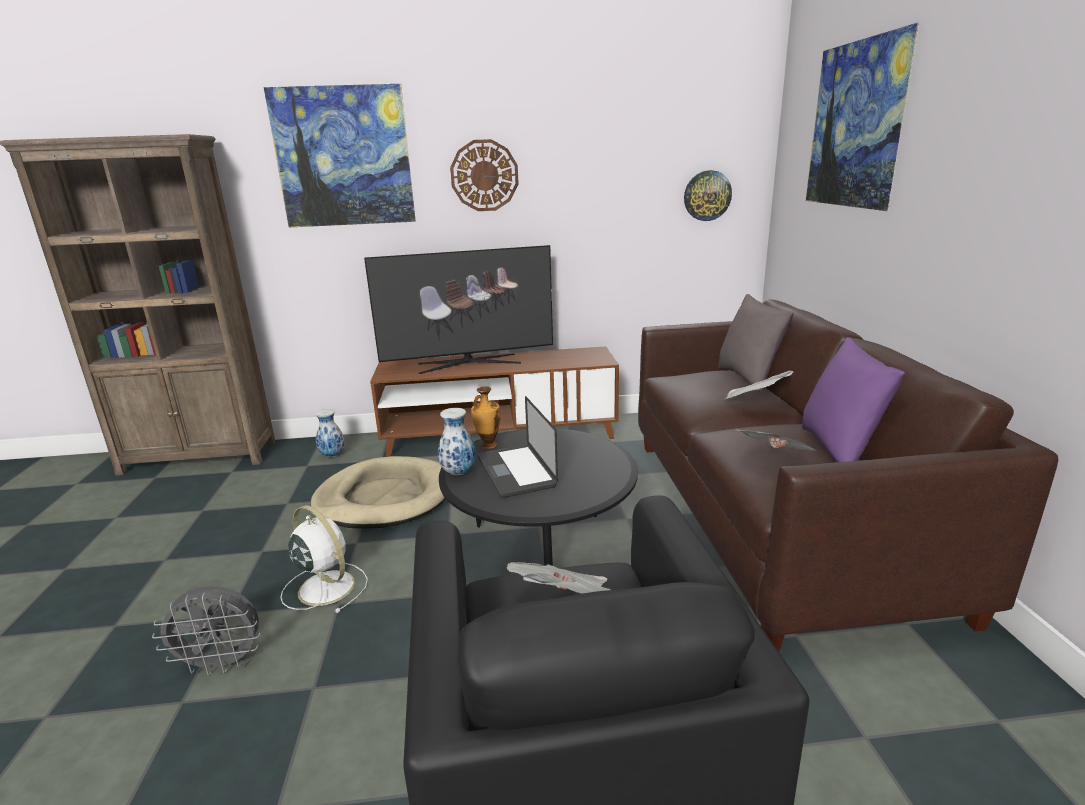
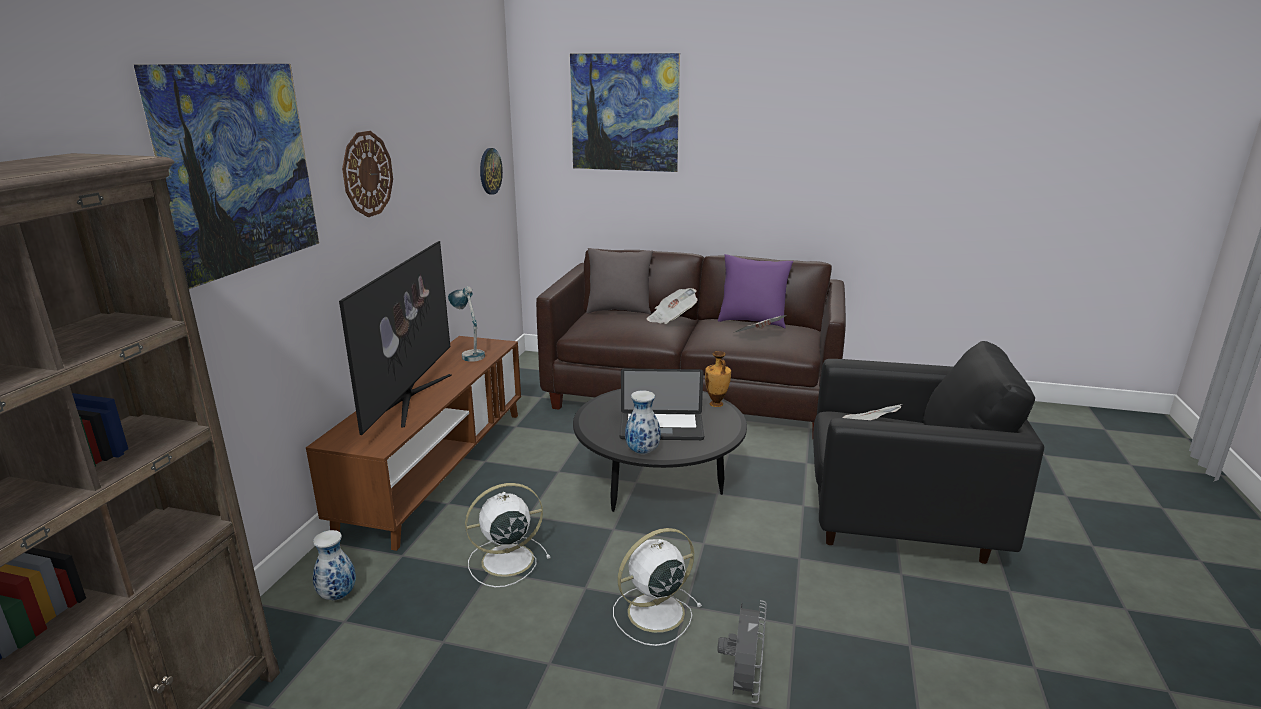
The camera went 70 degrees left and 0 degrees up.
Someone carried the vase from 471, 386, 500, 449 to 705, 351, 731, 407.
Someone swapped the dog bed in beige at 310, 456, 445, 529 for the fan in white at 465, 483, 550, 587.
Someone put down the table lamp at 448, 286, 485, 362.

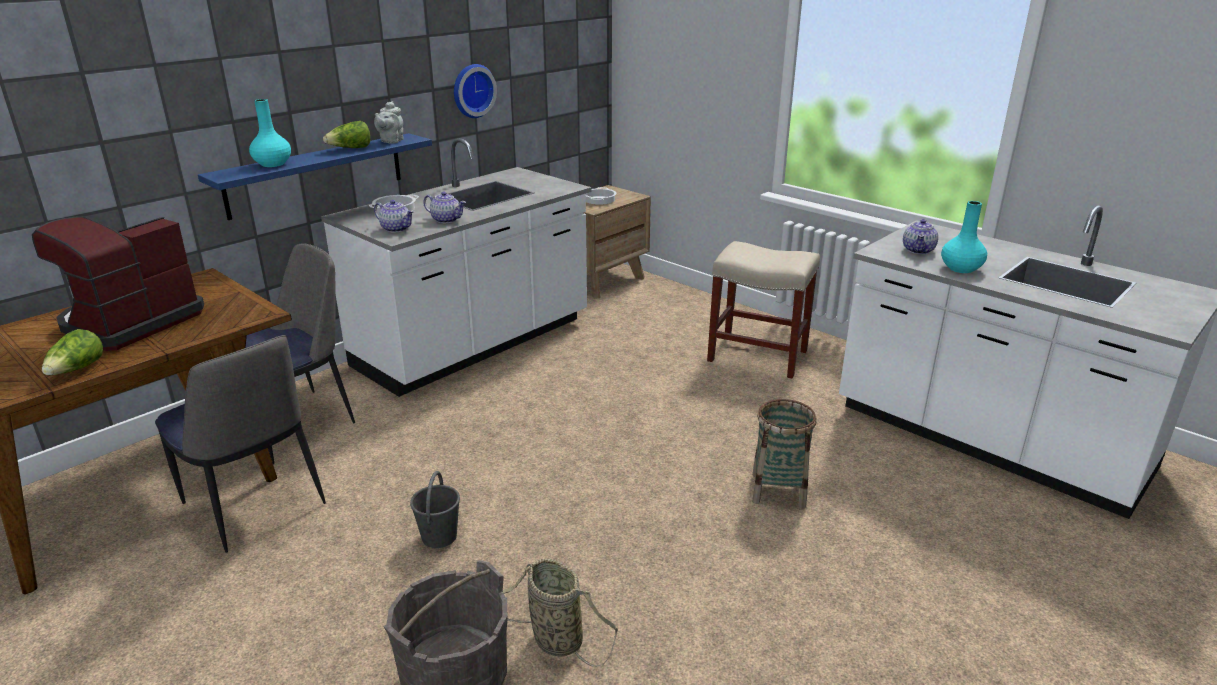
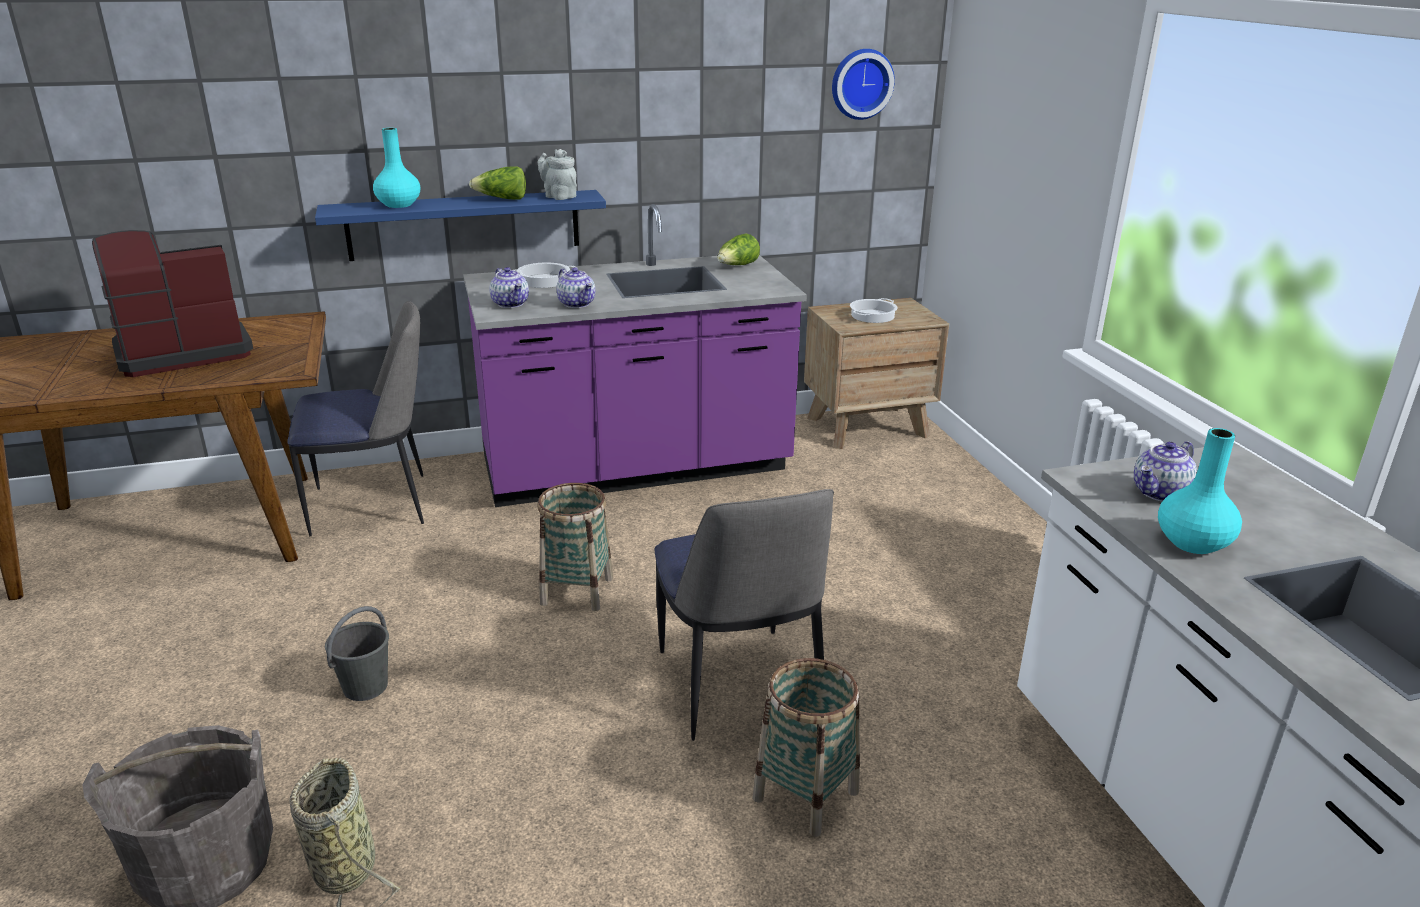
The camera went 30 degrees right and 0 degrees up.
Someone carried the wall clock from 454, 64, 497, 118 to 832, 49, 895, 120.
Someone rotated the teapot in grey at 374, 101, 404, 144 by 90 degrees clockwise.
Someone repainted the counter in white at 321, 138, 592, 397, which became the counter in purple at 463, 204, 807, 507.
Someone took away the stool in beige at 707, 241, 820, 379.
Someone carried the lettuce from 42, 329, 103, 375 to 717, 233, 760, 265.
Someone carried the chair from 155, 335, 326, 553 to 654, 489, 834, 741.
Someone put down the basket at 537, 483, 613, 611.

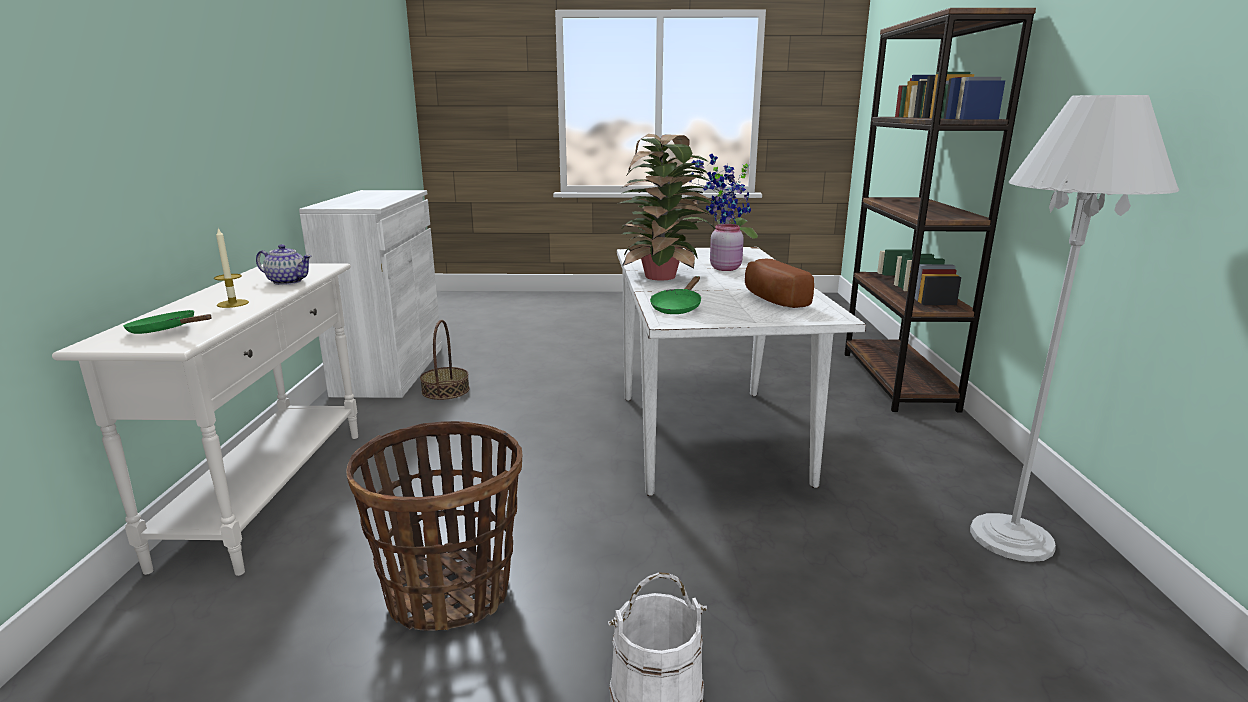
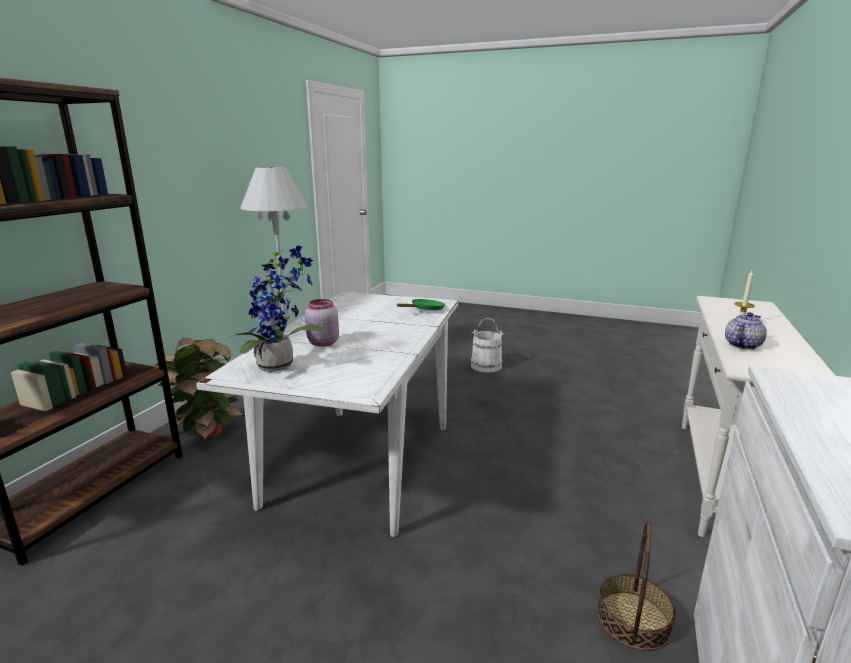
The camera went 160 degrees left and 0 degrees up.
Someone carried the potted plant from 617, 134, 714, 281 to 154, 338, 245, 440.
Someone rotated the teapot at 256, 244, 312, 285 by 105 degrees clockwise.
Someone took away the bread at 745, 259, 814, 308.
Someone took away the frying pan in green at 123, 310, 211, 334.
Someone took away the basket at 346, 421, 522, 631.

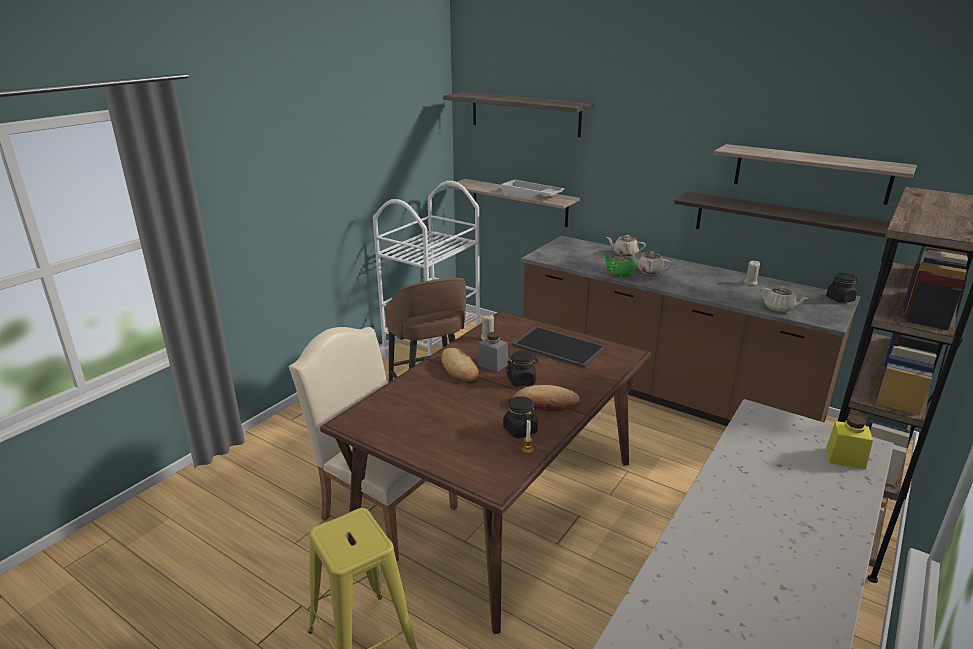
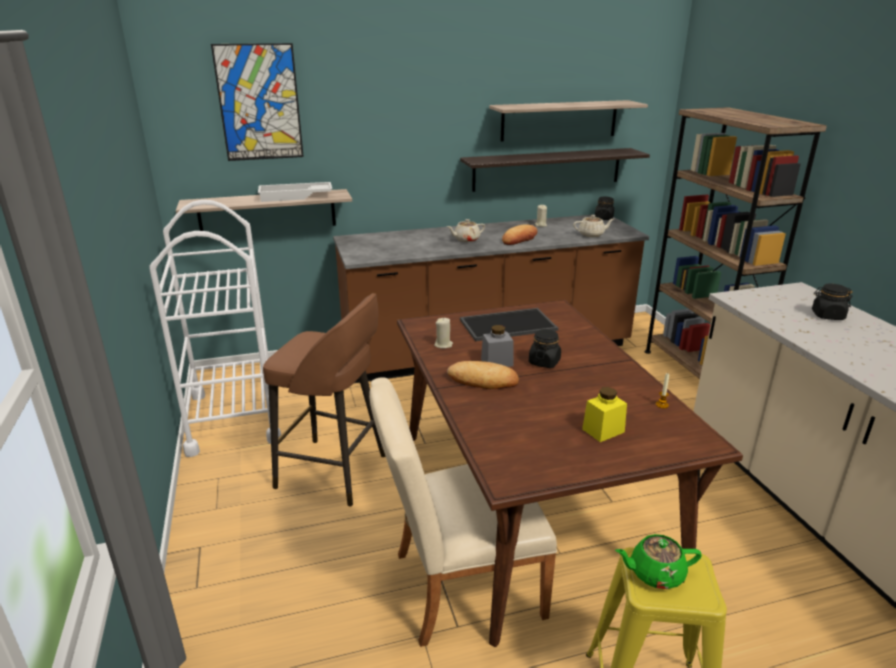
The camera went 50 degrees left and 0 degrees up.
Someone swapped the shelf at 443, 92, 594, 137 for the picture at 211, 43, 304, 161.
Someone took away the teapot in beige at 606, 235, 646, 257.
Someone carried the teapot in green from 603, 253, 638, 277 to 615, 534, 702, 589.
Someone carried the bread from 513, 385, 580, 411 to 502, 224, 537, 245.
Someone carried the jar in black from 503, 396, 538, 438 to 812, 283, 853, 320.
Someone carried the jar in yellow from 826, 415, 873, 470 to 582, 387, 627, 442.

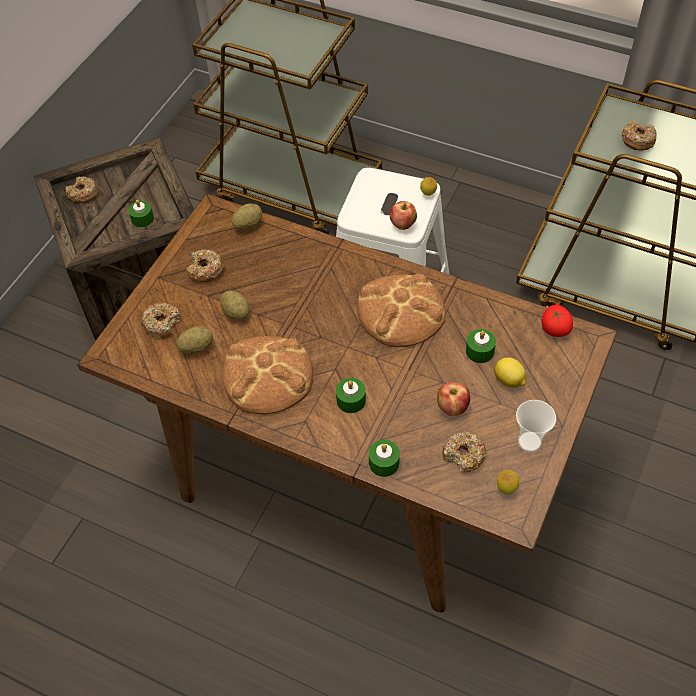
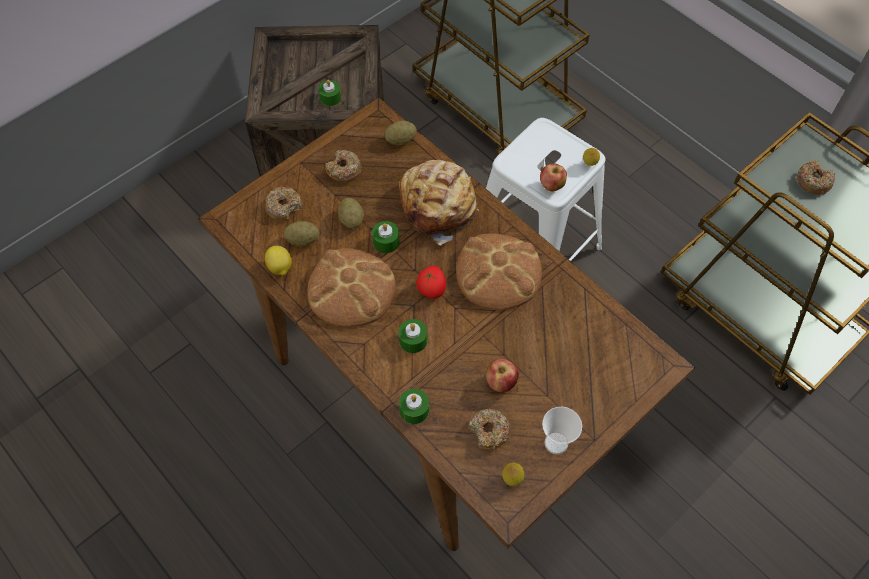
The camera went 20 degrees right and 5 degrees up.
Someone took away the donut at 65, 176, 98, 203.
Someone carried the tomato from 542, 304, 573, 337 to 416, 266, 446, 299.
Someone carried the candle in green from 466, 329, 496, 363 to 372, 221, 400, 253.
Someone carried the lemon from 494, 357, 526, 388 to 265, 246, 292, 276.
Someone put down the bread at 399, 160, 479, 245.

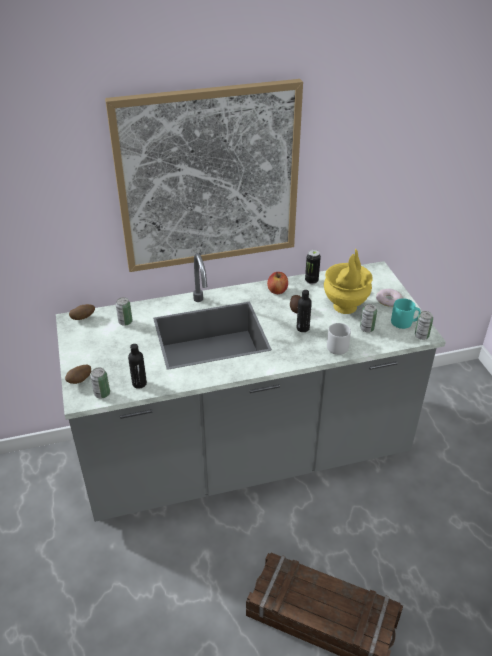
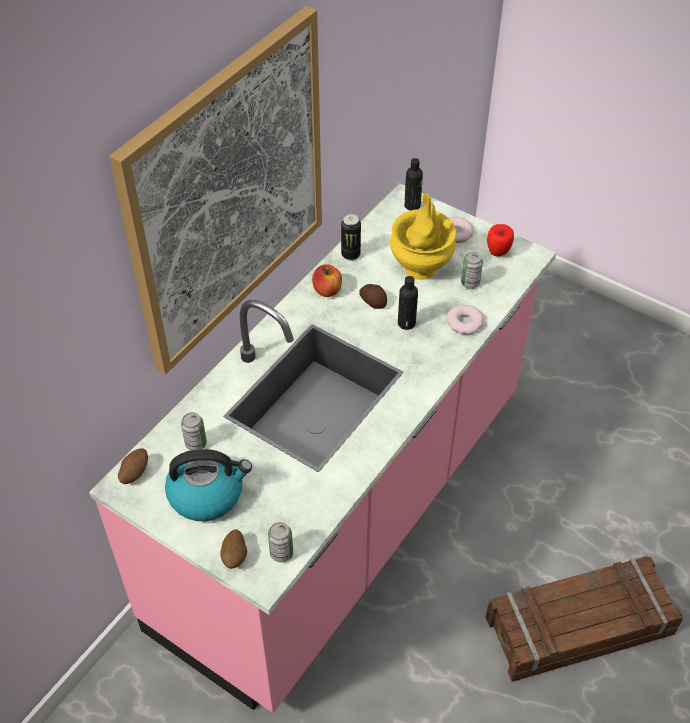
The camera went 40 degrees left and 10 degrees up.
Someone repainted the counter in grey at 56, 253, 446, 522, which became the counter in pink at 89, 183, 556, 713.
Someone swapped the mug in turquoise at 391, 298, 421, 329 for the apple at 487, 224, 514, 256.
Someone took away the can at 415, 311, 433, 340.
Someone swapped the mug in grey at 327, 323, 351, 355 for the donut at 446, 305, 484, 334.
Someone carried the bottle in black from 128, 344, 147, 389 to 404, 158, 423, 211.
Someone put down the kettle at 165, 449, 252, 521.

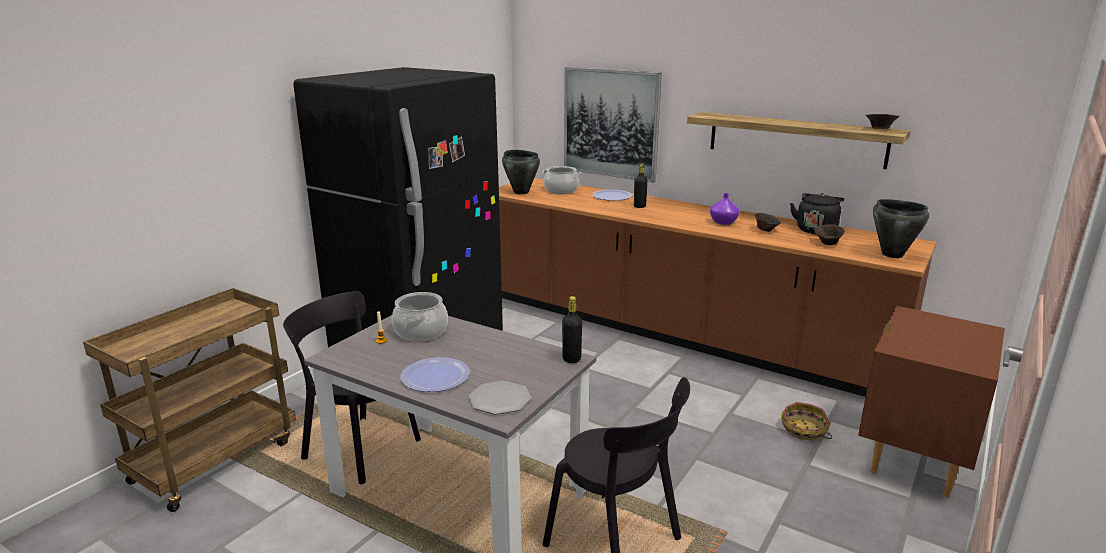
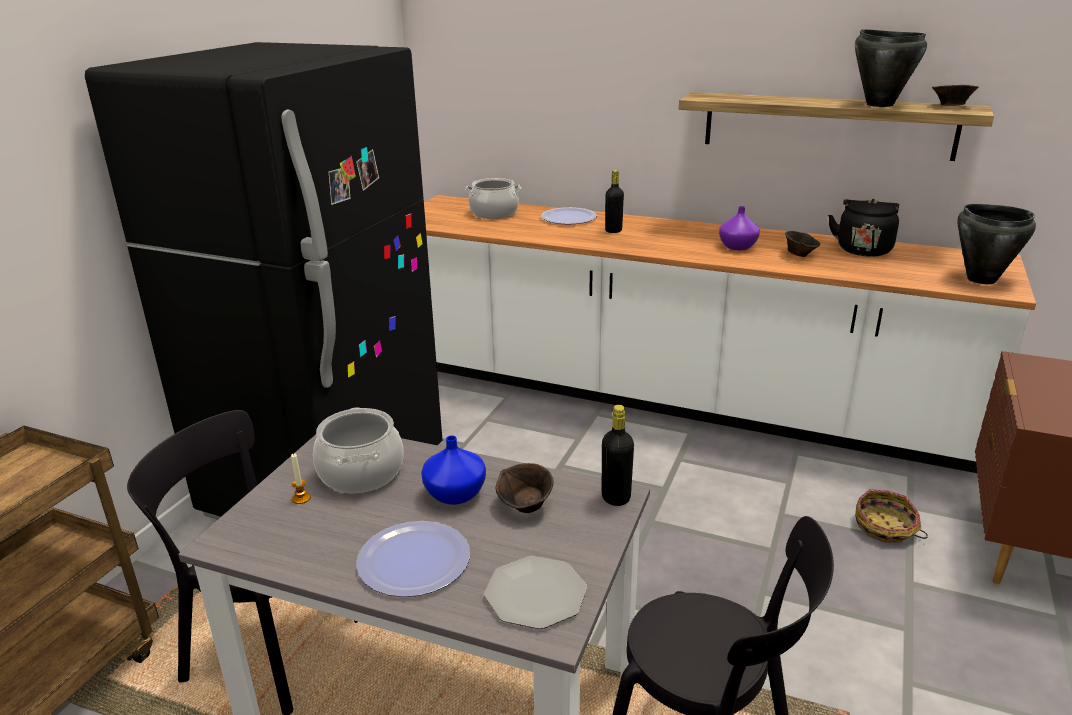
The camera went 10 degrees left and 5 degrees up.
Someone took away the picture at 564, 67, 662, 183.
Someone carried the cooking pot in black from 502, 150, 540, 194 to 855, 30, 927, 107.
Someone repainted the counter in brown at 499, 178, 937, 397, which became the counter in white at 424, 195, 1036, 473.
Someone carried the bowl in brown from 815, 224, 845, 245 to 496, 463, 554, 513.
Someone put down the vase in blue at 421, 436, 486, 505.

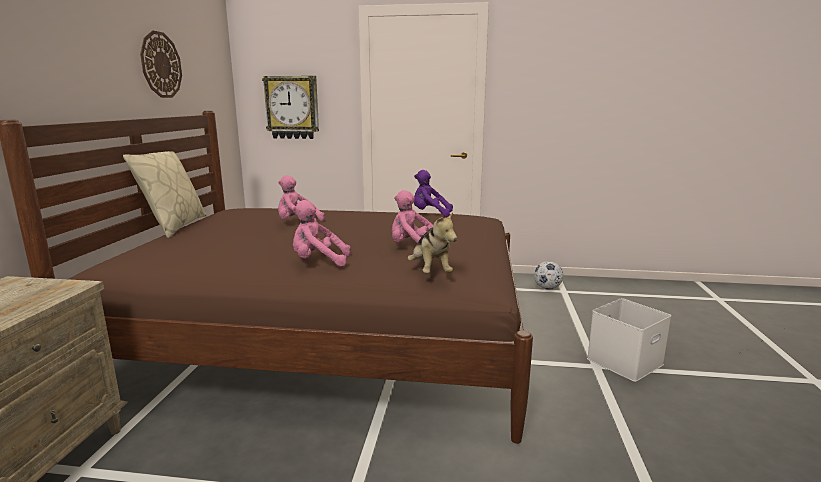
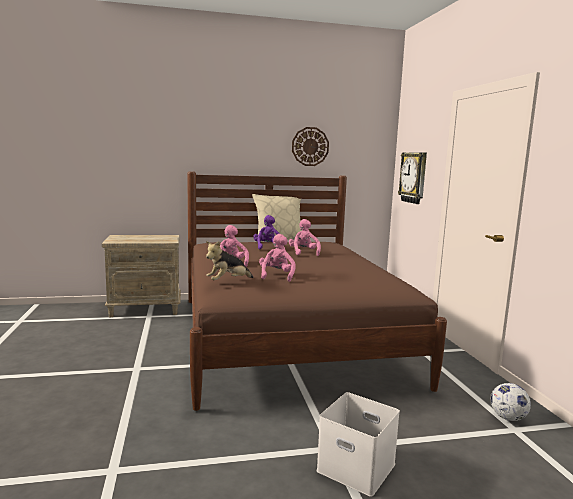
The camera went 70 degrees right and 5 degrees down.
Someone carried the plush toy in purple from 414, 170, 453, 217 to 253, 215, 280, 249.

